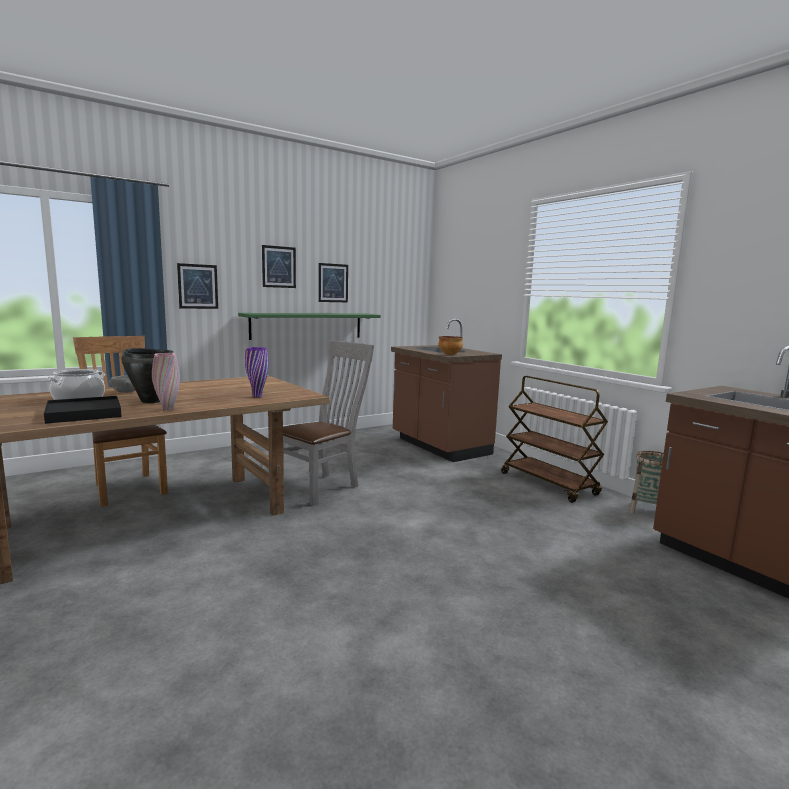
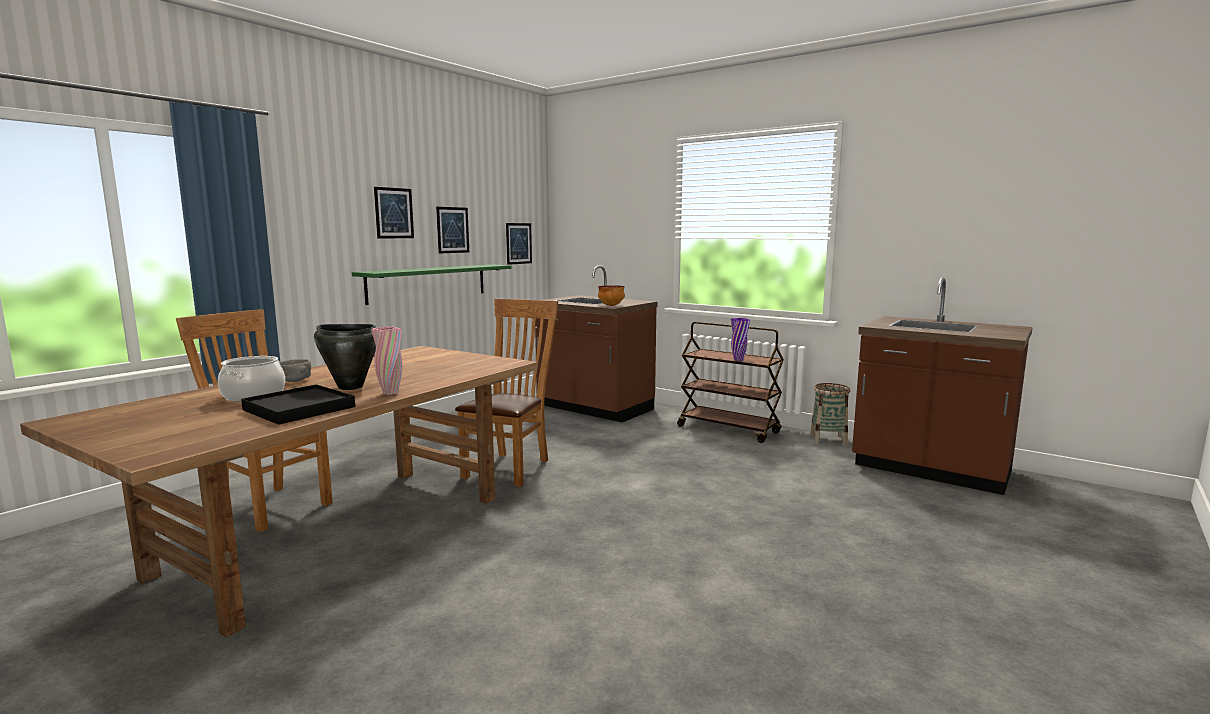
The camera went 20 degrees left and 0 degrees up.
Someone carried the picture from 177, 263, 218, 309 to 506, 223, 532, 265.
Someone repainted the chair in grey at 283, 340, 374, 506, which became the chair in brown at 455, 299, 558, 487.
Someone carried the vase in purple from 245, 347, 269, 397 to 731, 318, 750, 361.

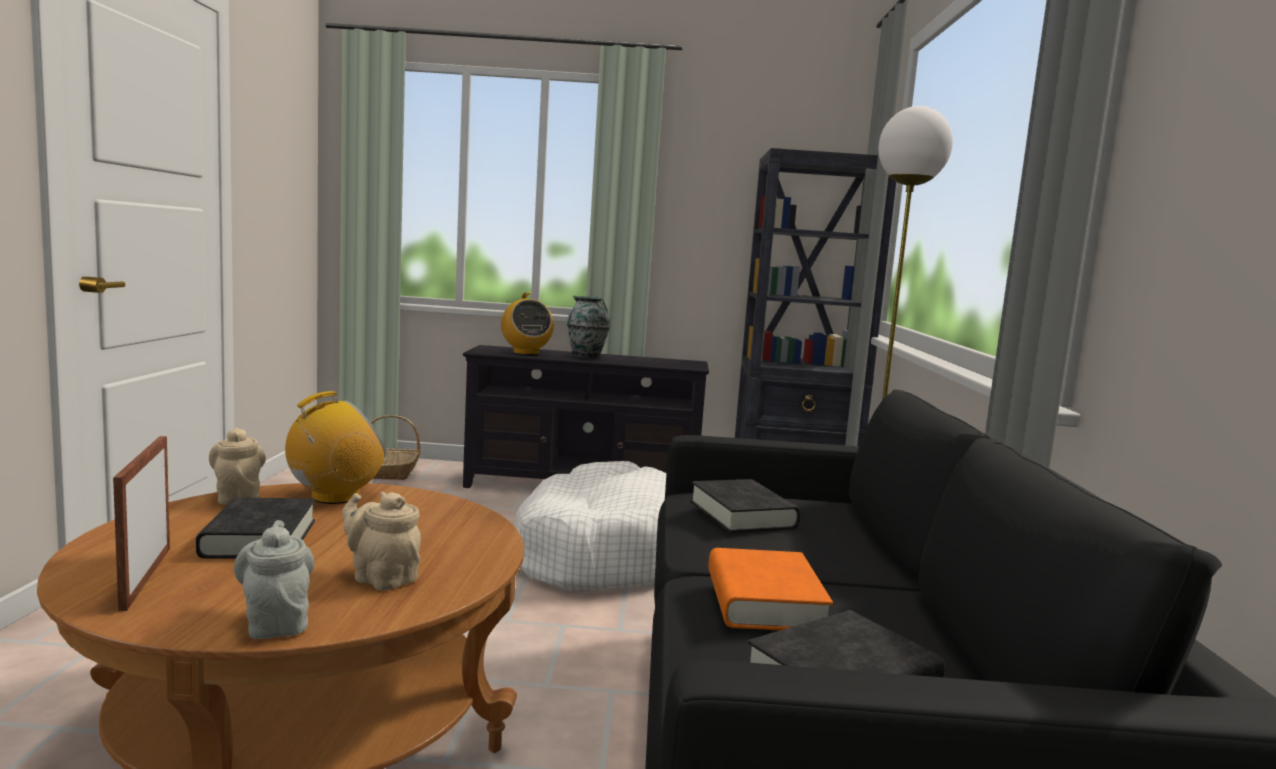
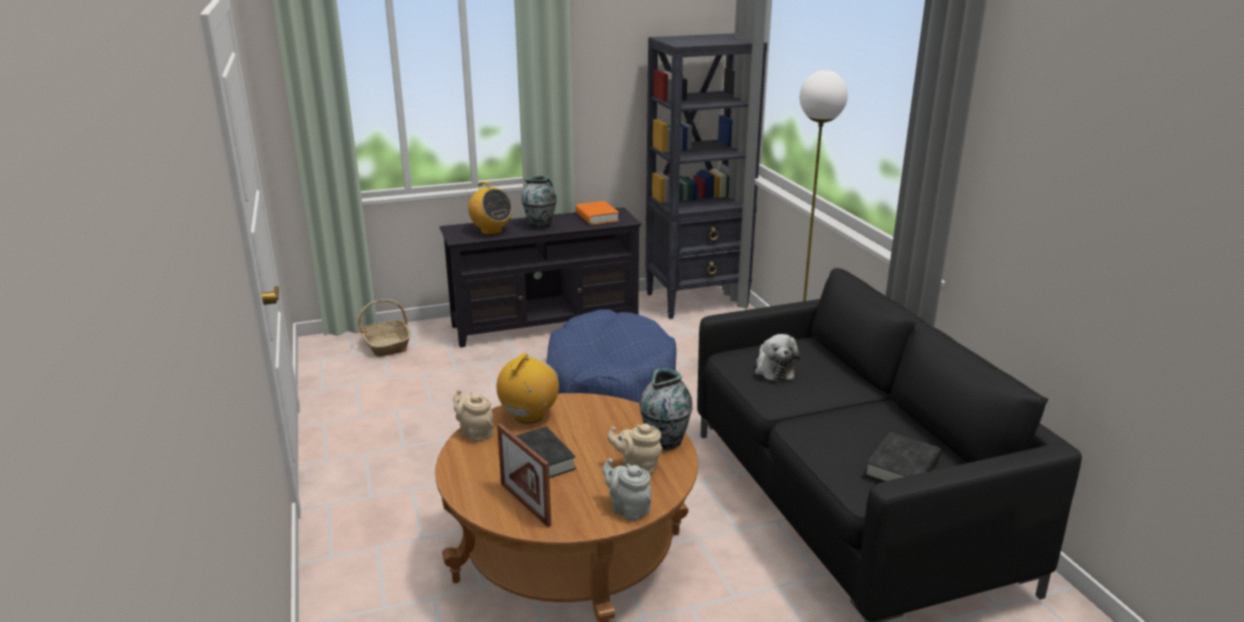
The camera went 20 degrees left and 15 degrees up.
Someone repainted the dog bed in white at 515, 461, 666, 592, which became the dog bed in blue at 547, 309, 676, 403.
Someone swapped the book in black at 690, 479, 800, 533 for the plush toy at 755, 334, 800, 381.
Someone carried the book in orange from 708, 548, 833, 630 to 575, 201, 619, 225.
Someone put down the vase at 639, 368, 693, 450.

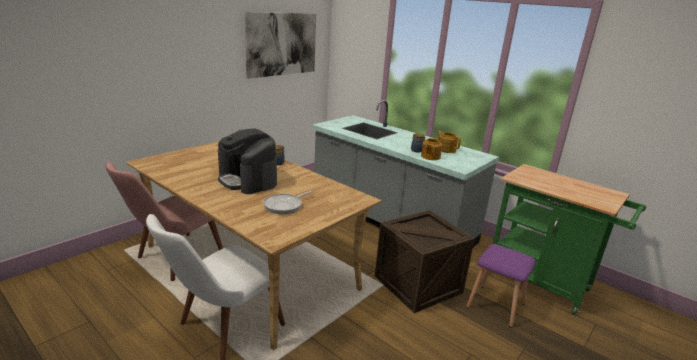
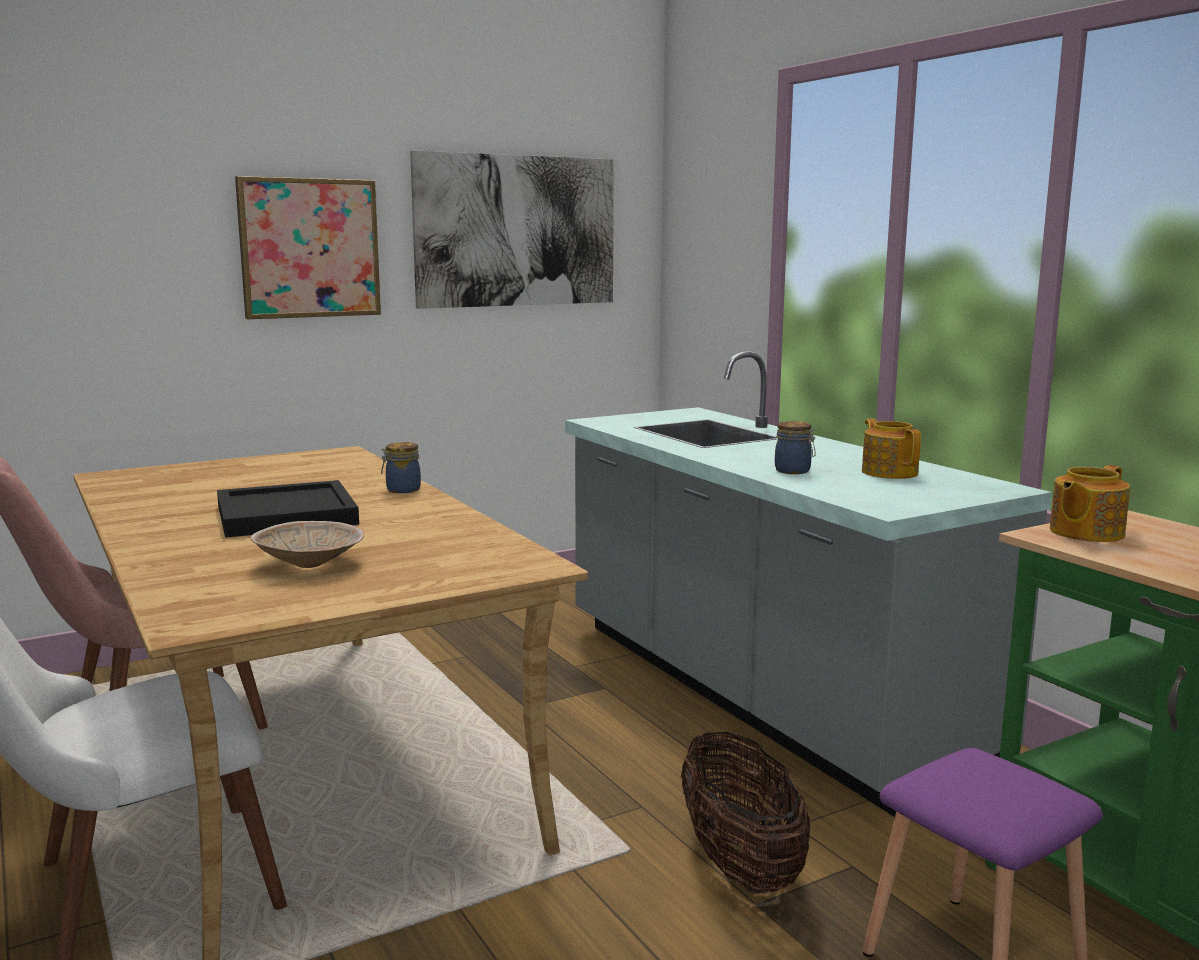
The camera went 20 degrees right and 10 degrees down.
Someone swapped the coffee machine at 218, 128, 277, 194 for the tray in black at 217, 480, 359, 538.
Someone carried the teapot from 421, 137, 442, 160 to 1050, 465, 1130, 542.
Someone swapped the frying pan at 263, 190, 313, 214 for the bowl in beige at 250, 521, 364, 568.
Someone swapped the crate at 375, 210, 475, 313 for the basket at 681, 731, 810, 893.
Someone put up the picture at 235, 176, 381, 319.

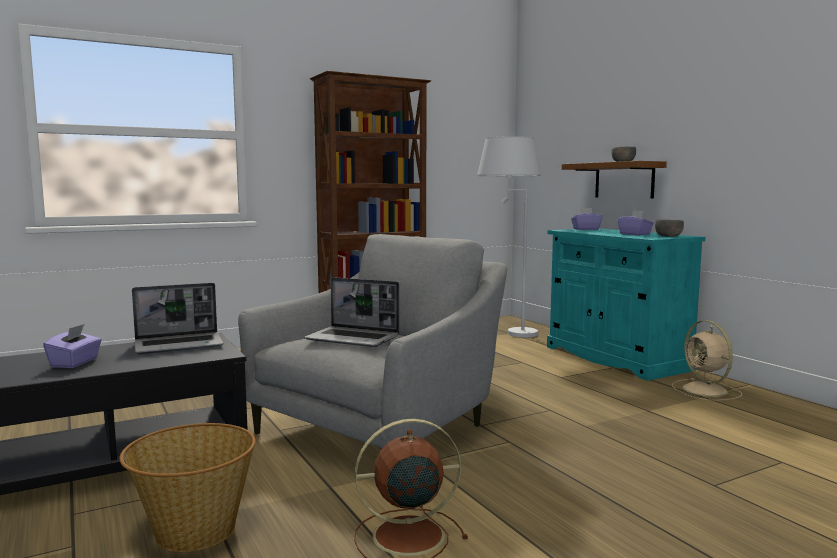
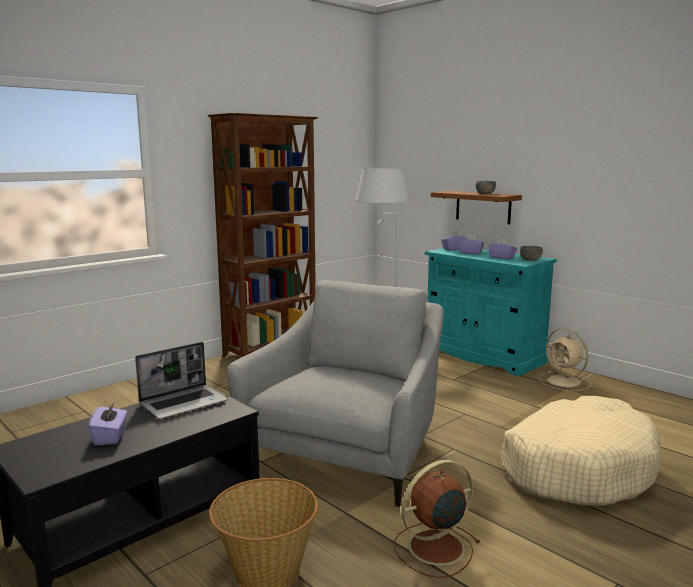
The camera went 15 degrees left and 5 degrees up.
Someone took away the laptop at 304, 277, 399, 347.
Someone put down the tissue box in purple at 458, 234, 484, 254.
Someone put down the dog bed in beige at 501, 396, 661, 506.

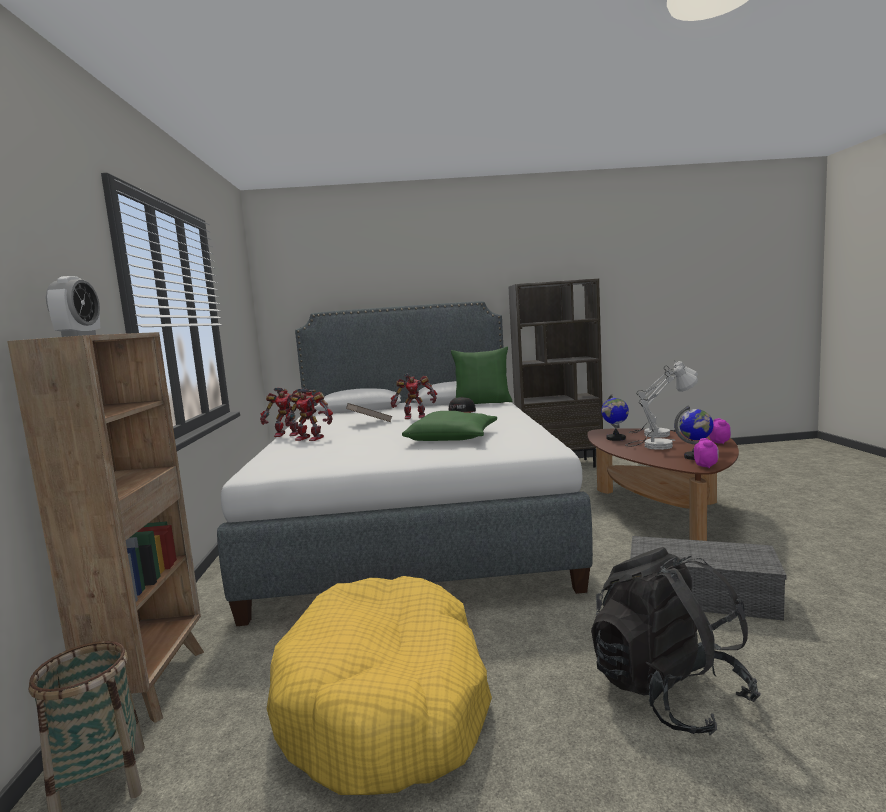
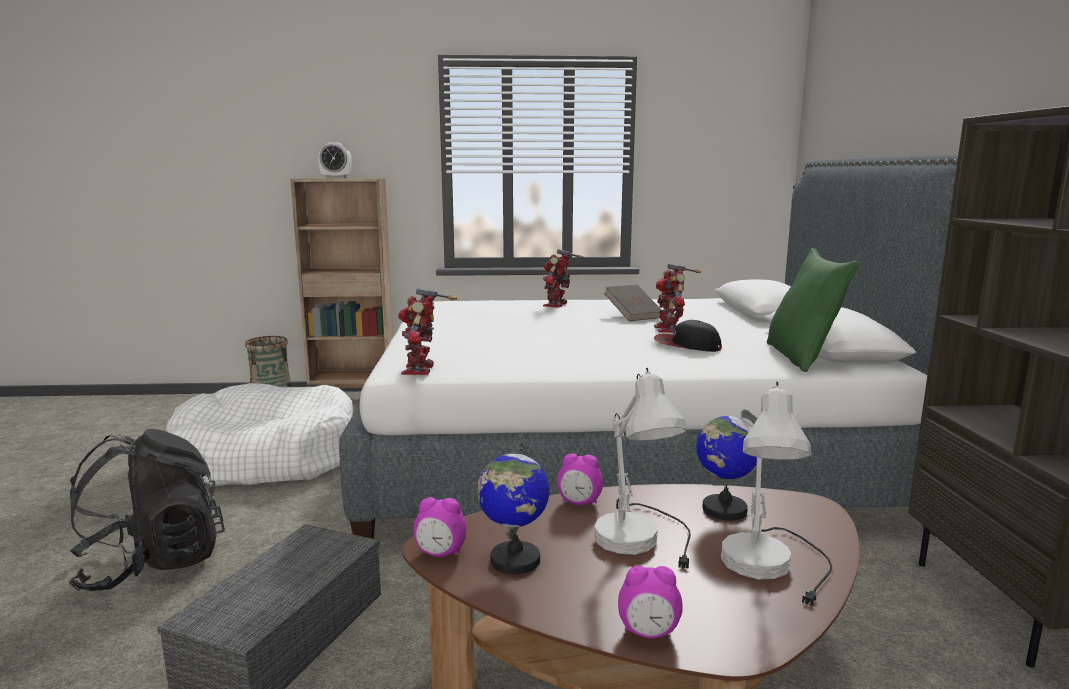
The camera went 90 degrees right and 5 degrees up.
Someone carried the toy robot from 260, 387, 309, 437 to 398, 288, 457, 375.
Someone took away the pillow in green at 402, 411, 497, 441.
Someone repainted the dog bed in yellow at 267, 576, 492, 795, which became the dog bed in white at 166, 383, 353, 486.
Someone put down the alarm clock at 557, 453, 603, 505.

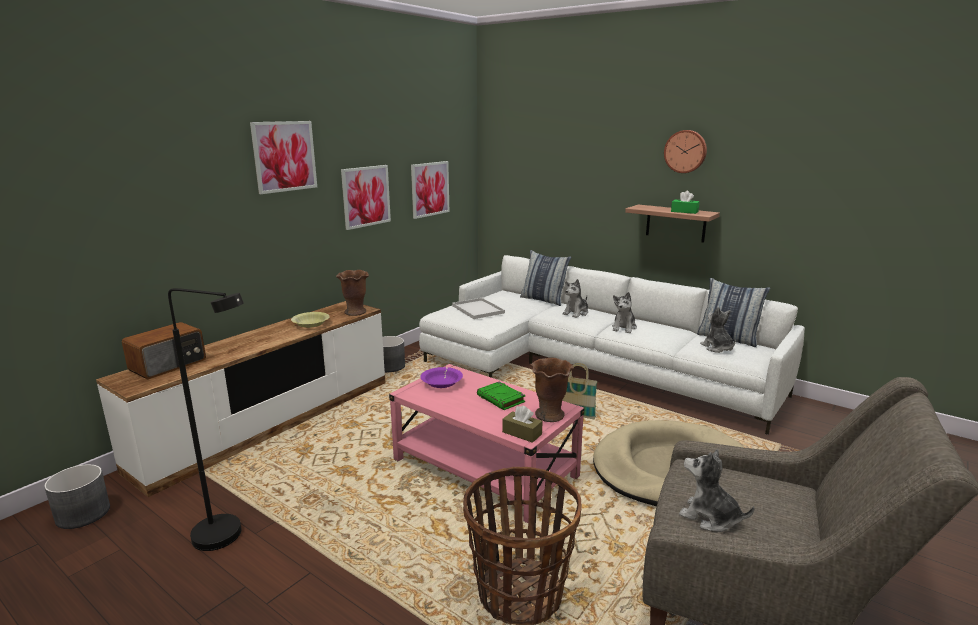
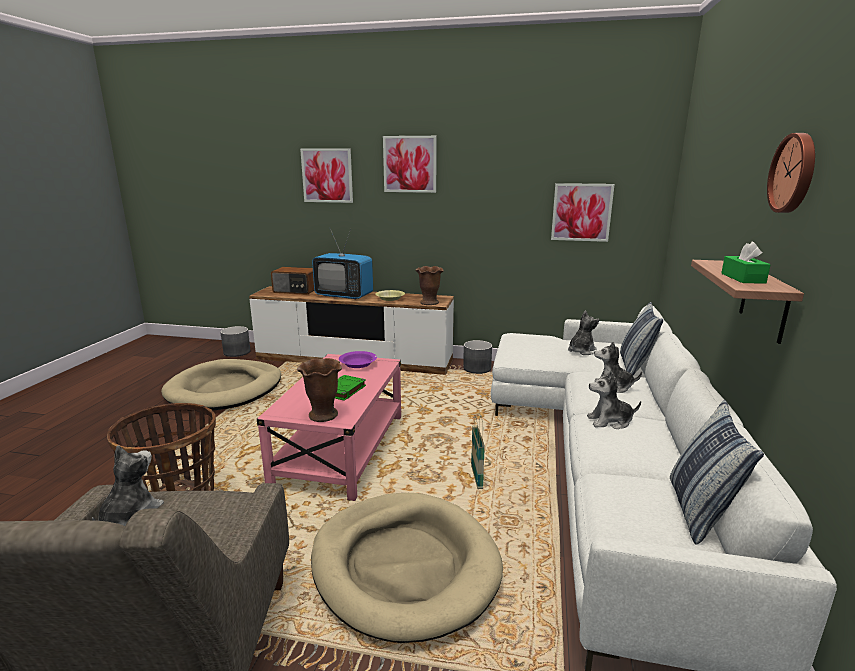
The camera went 65 degrees right and 0 degrees up.
Someone carried the picture from 341, 165, 391, 230 to 300, 148, 353, 203.
Someone swapped the floor lamp in black at 168, 288, 244, 551 for the dog bed in beige at 161, 359, 281, 410.
Someone took away the tray in white at 452, 298, 505, 319.
Someone carried the plush toy from 700, 307, 736, 353 to 568, 311, 599, 355.
Someone took away the tissue box in brown at 502, 406, 542, 443.
Someone put down the television at 312, 229, 373, 299.

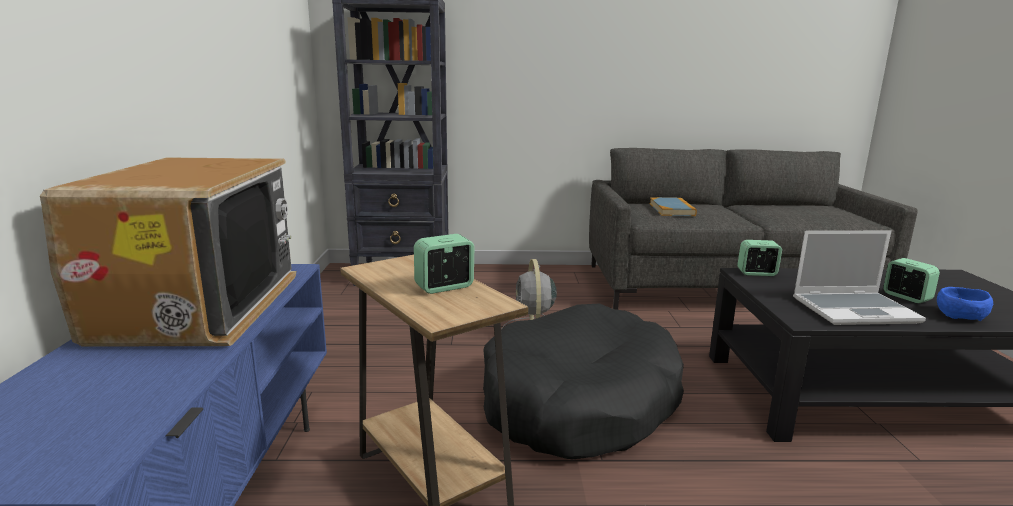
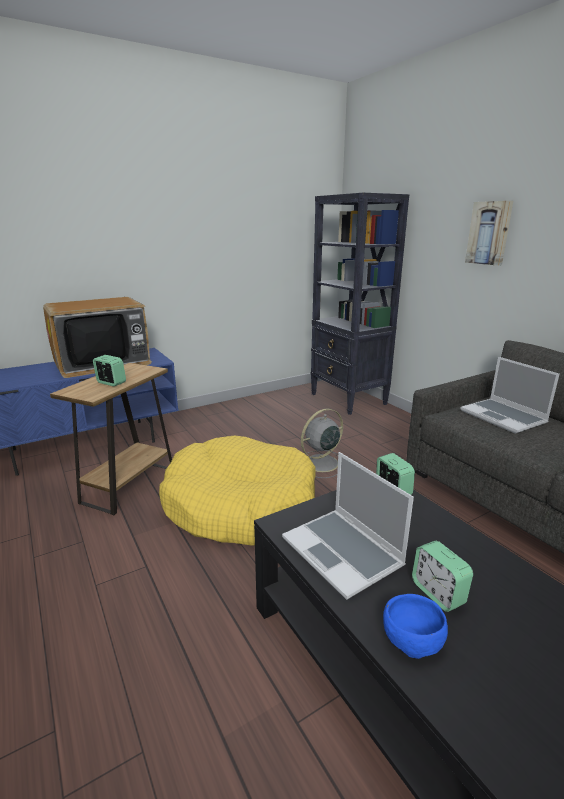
The camera went 60 degrees right and 5 degrees up.
Someone swapped the book at 650, 197, 697, 216 for the laptop at 460, 357, 560, 434.
Someone rotated the alarm clock at 883, 258, 940, 303 by 120 degrees clockwise.
Someone repainted the dog bed in black at 483, 304, 684, 459, which became the dog bed in yellow at 159, 435, 316, 546.
Someone put up the picture at 465, 201, 513, 266.

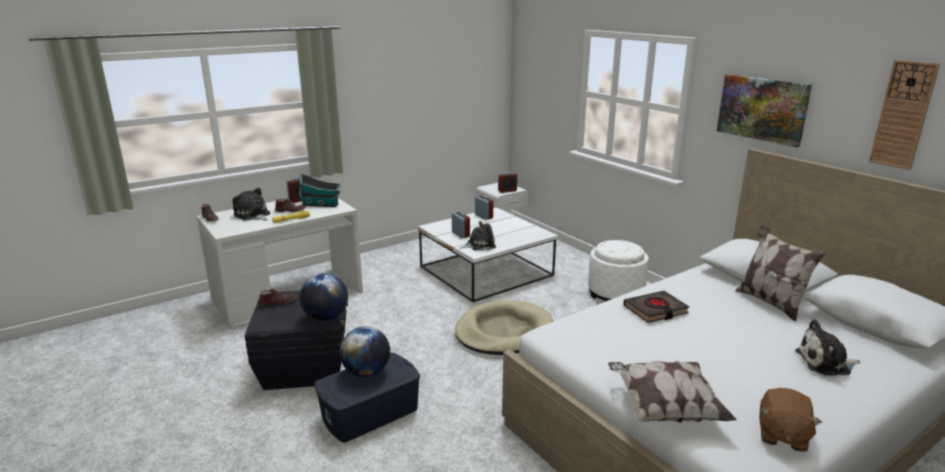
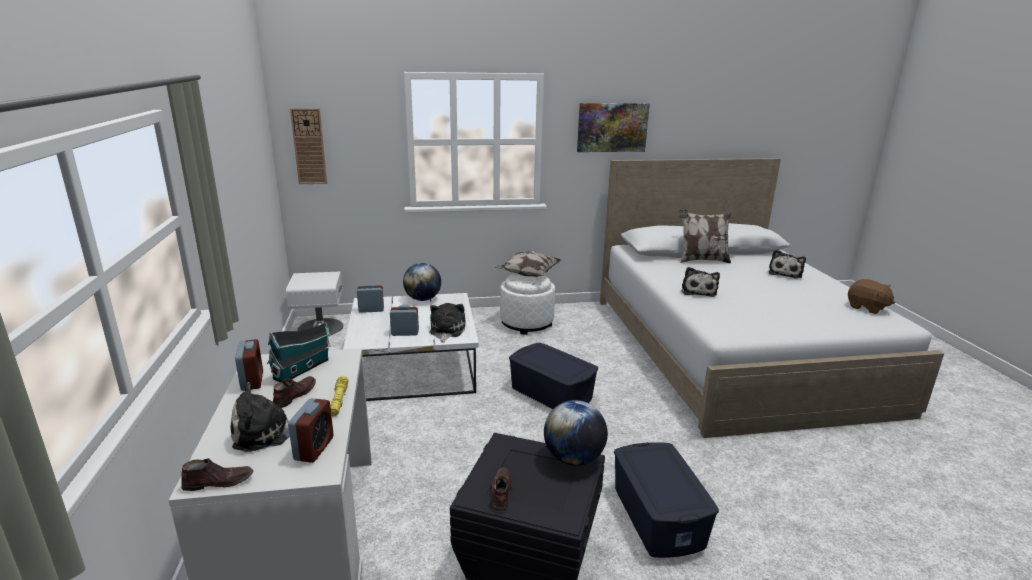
The camera went 65 degrees left and 0 degrees up.
Someone carried the wall clock from 869, 60, 940, 170 to 290, 108, 327, 184.
Someone carried the alarm clock from 498, 172, 517, 193 to 288, 398, 334, 463.
Someone swapped the book in black at 623, 291, 689, 323 for the plush toy at 681, 267, 720, 297.
Someone swapped the dog bed in beige at 455, 300, 553, 355 for the storage box in blue at 509, 343, 598, 409.
Someone carried the globe from 340, 326, 390, 377 to 403, 263, 441, 301.
Someone carried the pillow from 608, 361, 737, 423 to 495, 251, 561, 277.

